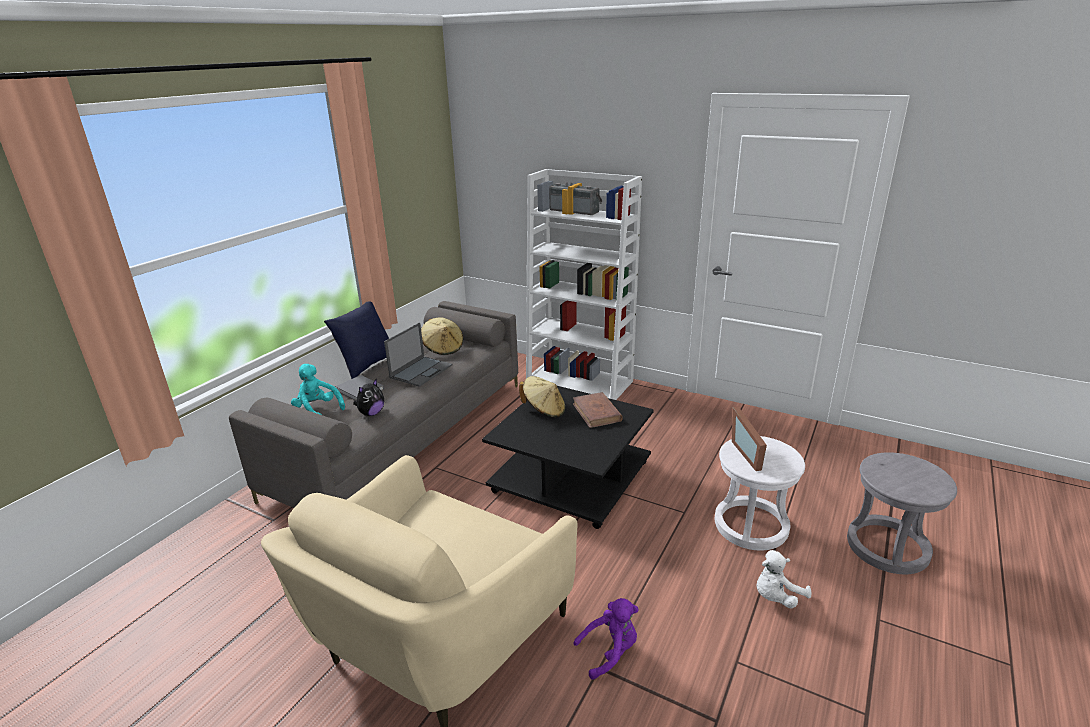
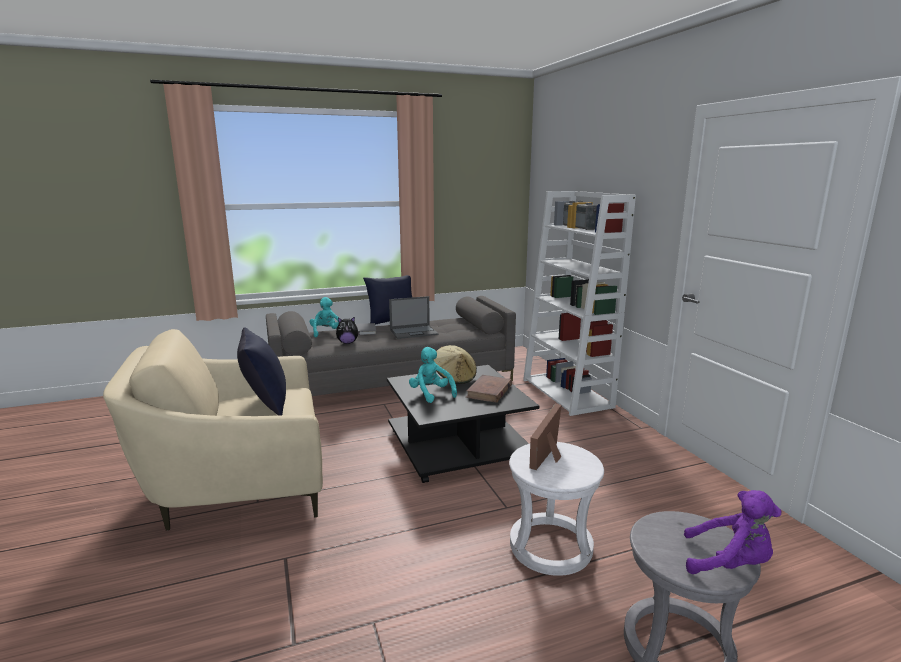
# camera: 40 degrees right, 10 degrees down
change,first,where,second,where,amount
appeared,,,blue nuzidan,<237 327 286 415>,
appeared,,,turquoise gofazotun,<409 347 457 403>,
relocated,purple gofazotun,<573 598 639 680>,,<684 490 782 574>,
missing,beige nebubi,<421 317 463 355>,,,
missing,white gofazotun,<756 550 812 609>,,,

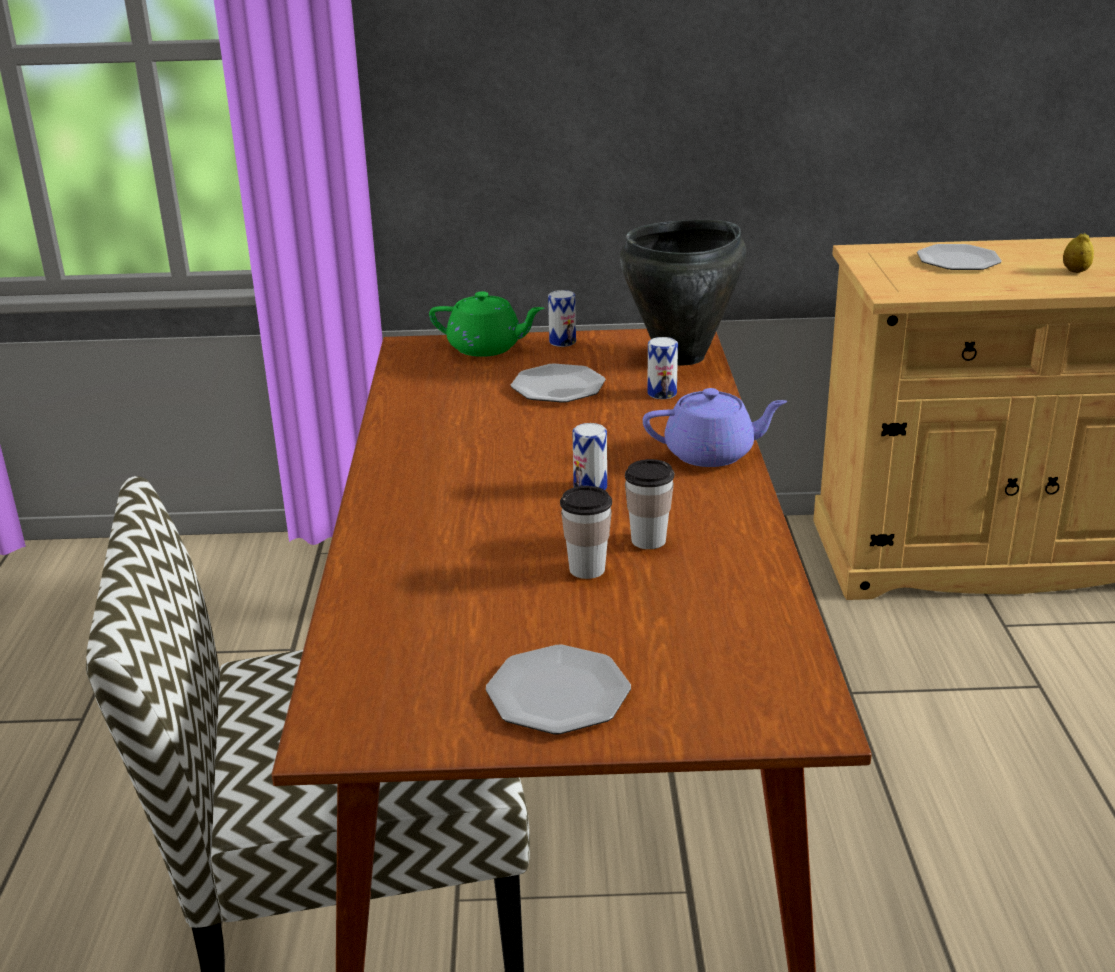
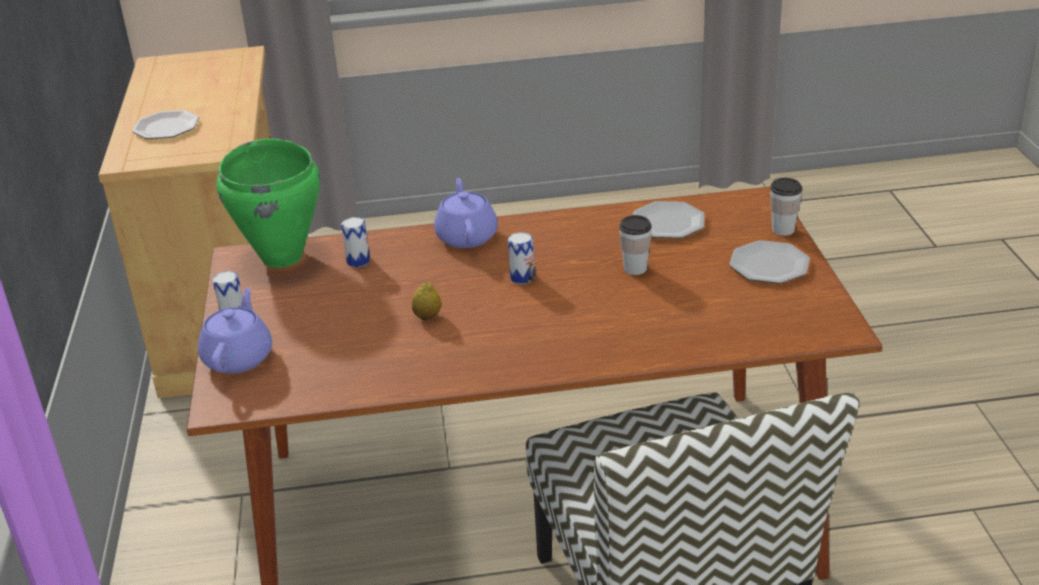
# camera: 95 degrees left, 5 degrees up
change,first,where,second,where,amount
colour,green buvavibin,<429 291 544 357>,purple buvavibin,<198 288 272 374>,
colour,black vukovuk,<620 220 746 365>,green vukovuk,<216 139 320 268>,
relocated,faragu,<1063 233 1094 273>,,<412 282 441 320>,
relocated,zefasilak,<511 363 605 403>,,<633 201 705 238>,
relocated,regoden,<625 459 674 549>,,<770 178 802 236>,

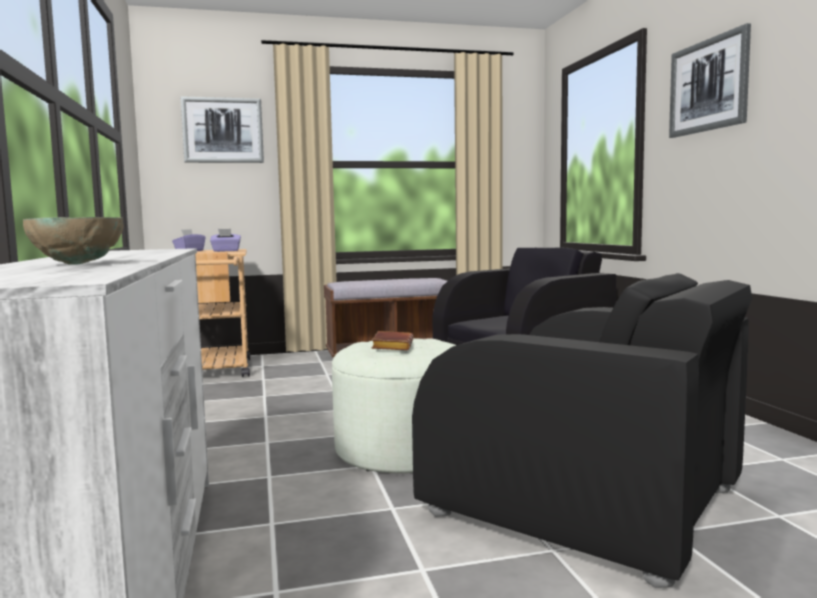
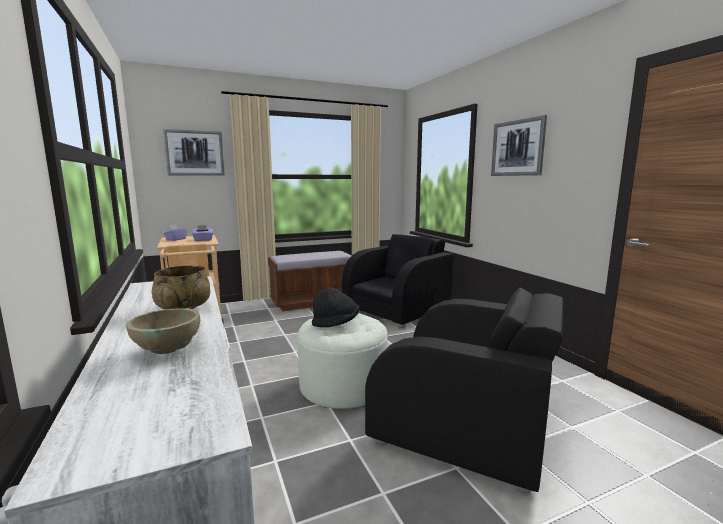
# camera: 10 degrees left, 5 degrees up
change,first,where,second,where,amount
appeared,,,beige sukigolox,<152 265 210 309>,
exchanged,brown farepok,<372 331 414 350>,black nebubi,<312 287 359 328>,

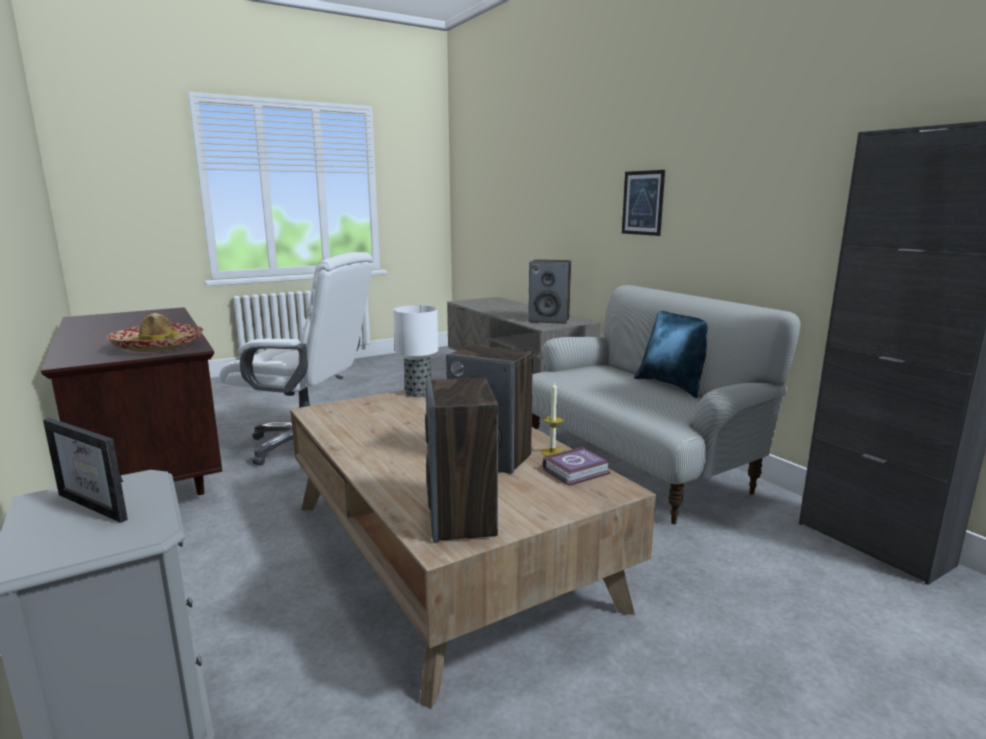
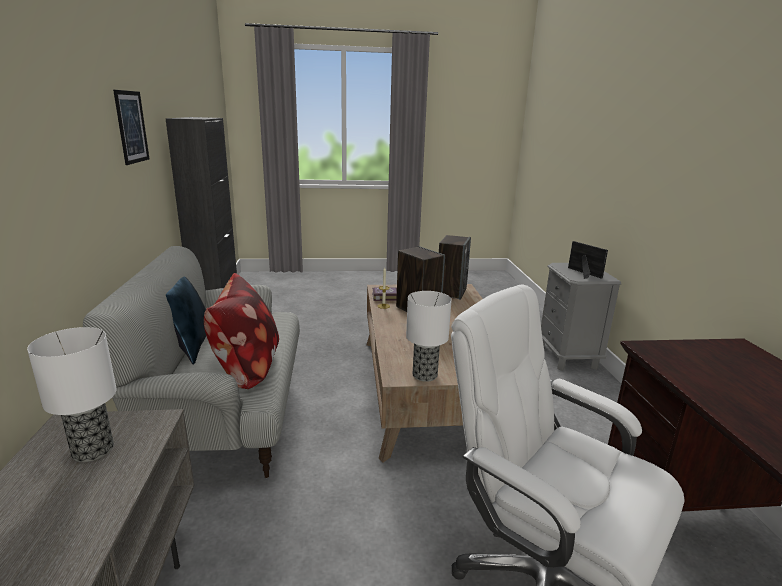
# camera: 155 degrees left, 5 degrees up
change,first,where,second,where,amount
exchanged,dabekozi,<528 259 571 324>,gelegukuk,<27 327 117 462>,
relocated,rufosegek,<622 170 665 236>,,<113 90 149 165>,
appeared,,,nuzidan,<204 273 279 389>,
missing,nebubi,<106 313 204 352>,,,

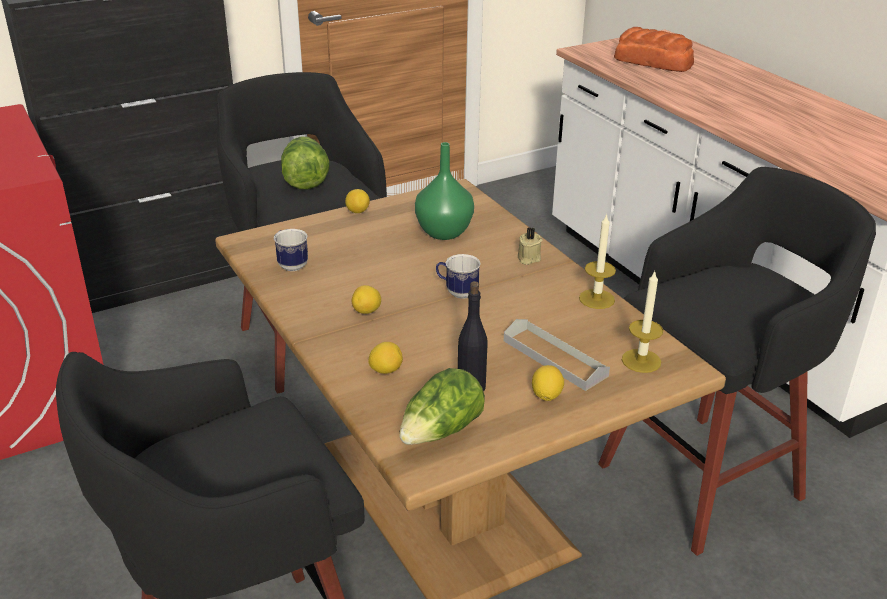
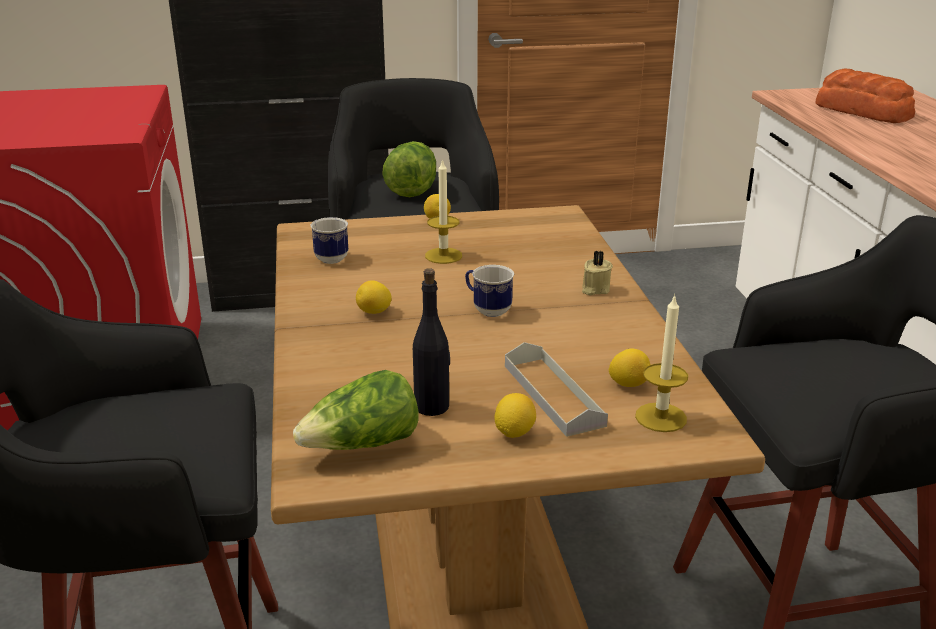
# camera: 20 degrees right, 5 degrees down
change,first,where,second,where,amount
relocated,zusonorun,<579 213 616 309>,,<425 159 462 264>,
relocated,faragu,<368 342 403 374>,,<609 349 651 387>,
missing,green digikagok,<415 142 474 240>,,,

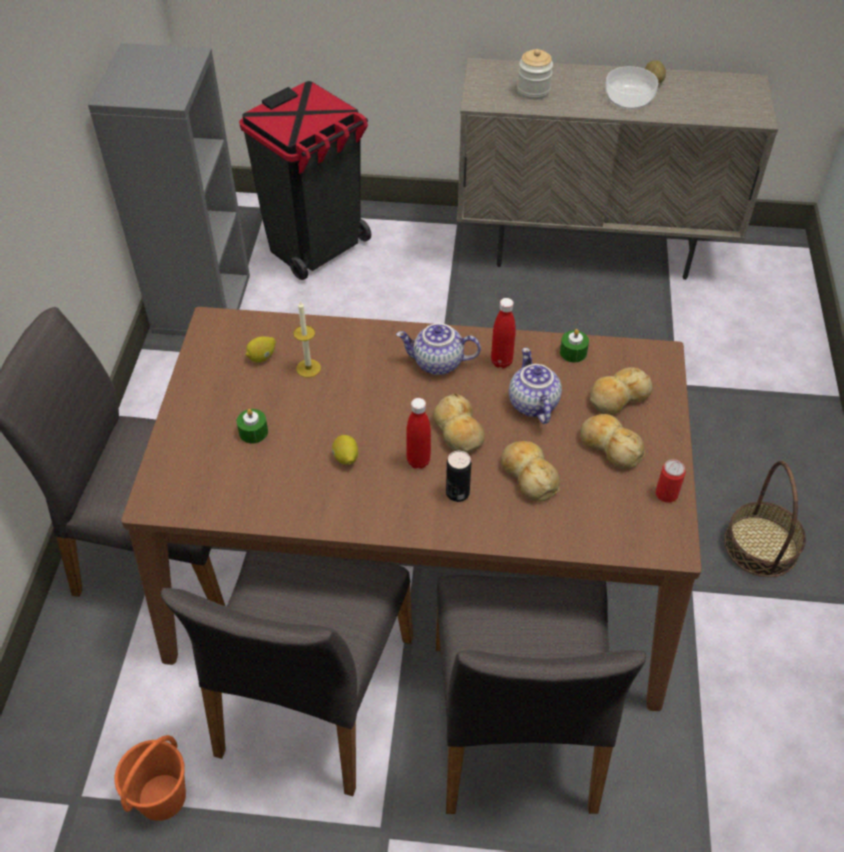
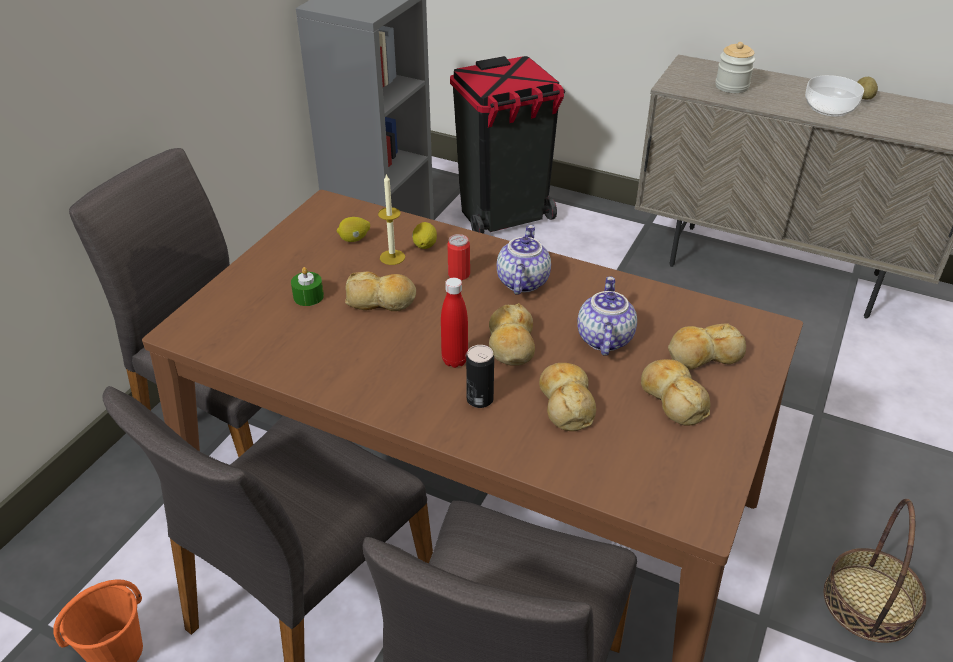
# camera: 20 degrees right, 10 degrees down
change,first,where,second,where,amount
appeared,,,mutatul,<345 272 416 311>,
relocated,faragu,<332 435 358 465>,,<412 222 437 249>,
relocated,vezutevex,<655 459 686 503>,,<447 234 470 280>,
spun,buvavibin,<396 323 481 375>,,<497 225 551 295>,75 degrees clockwise
missing,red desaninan,<491 298 516 368>,,,
missing,green zusonorun,<560 329 589 363>,,,

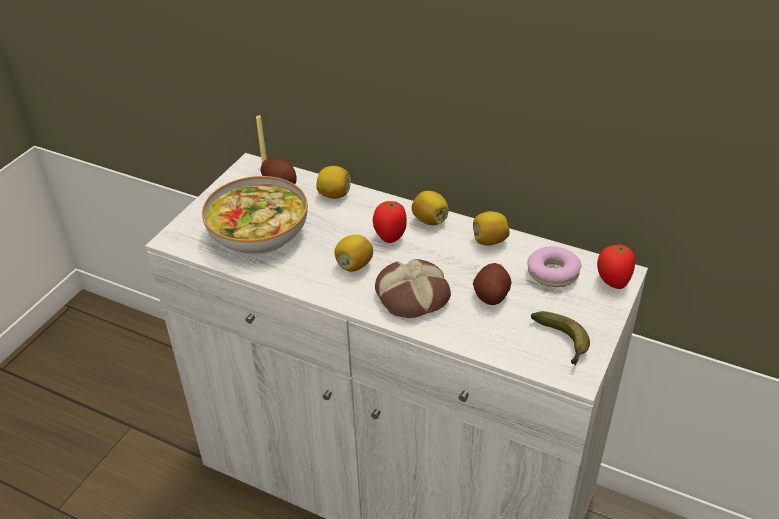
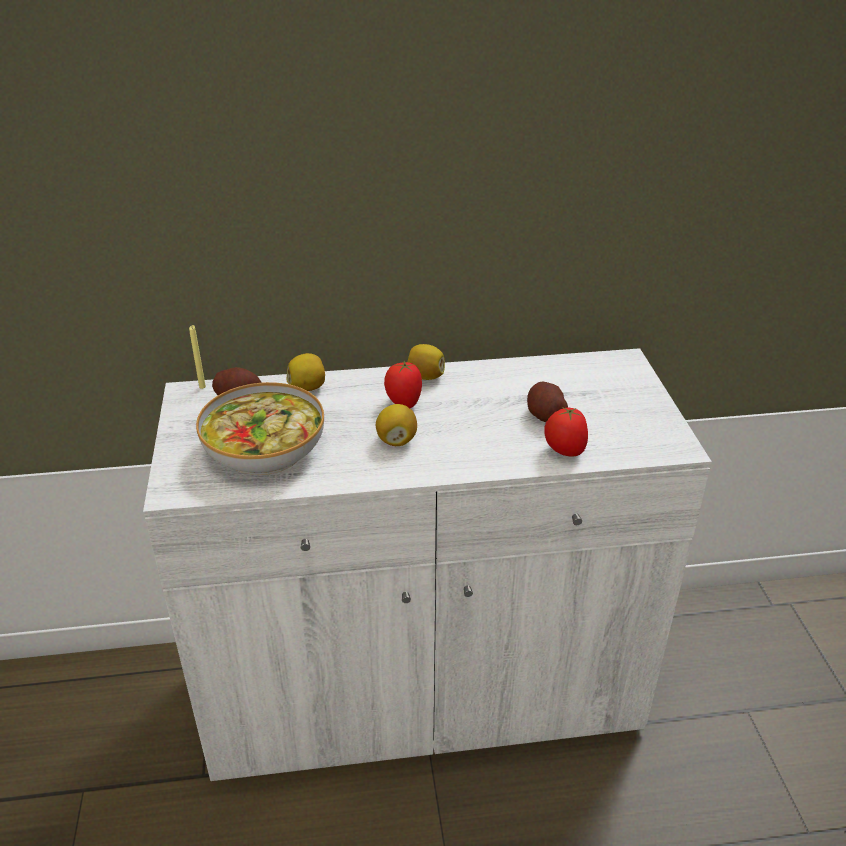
# camera: 35 degrees left, 5 degrees down
change,first,where,second,where,amount
relocated,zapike,<597 244 635 289>,,<545 407 588 457>,
missing,mutatul,<375 259 451 318>,,,
missing,faragu,<473 211 510 245>,,,
missing,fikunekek,<527 246 582 287>,,,
missing,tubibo,<531 311 590 365>,,,

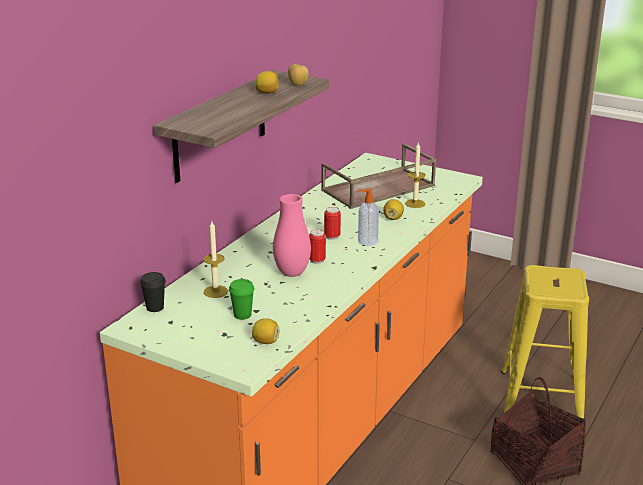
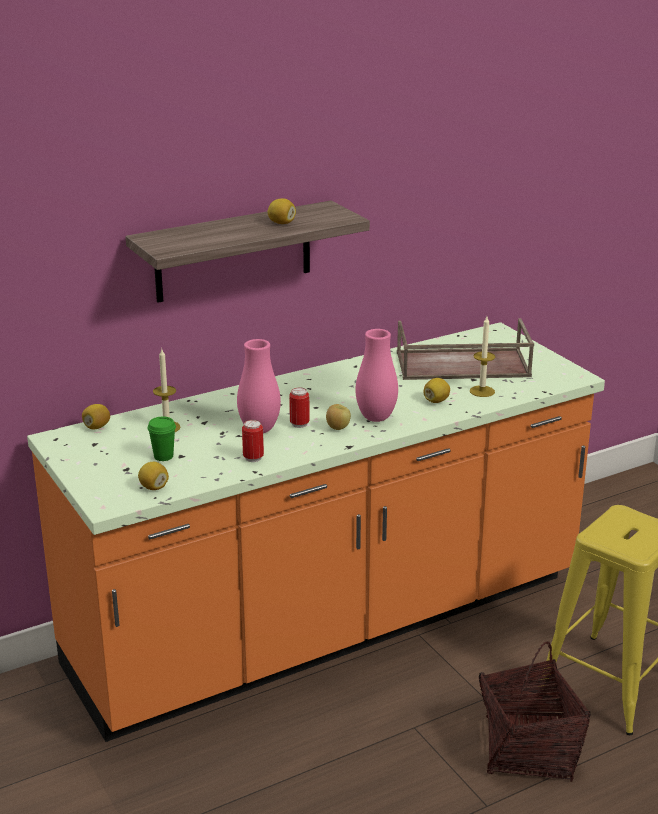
# camera: 30 degrees right, 0 degrees up
change,first,where,second,where,amount
exchanged,black regoden,<140 272 166 312>,faragu,<82 404 110 429>,
relocated,vezutevex,<324 207 341 240>,,<242 420 264 462>,
relocated,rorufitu,<288 64 309 86>,,<326 404 351 430>,
exchanged,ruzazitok,<357 189 379 246>,pink digikagok,<355 329 398 422>,

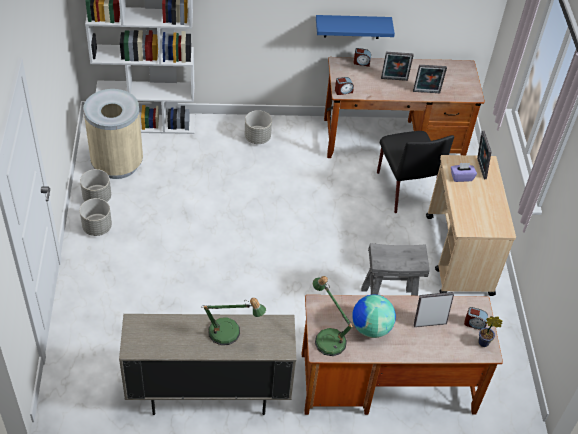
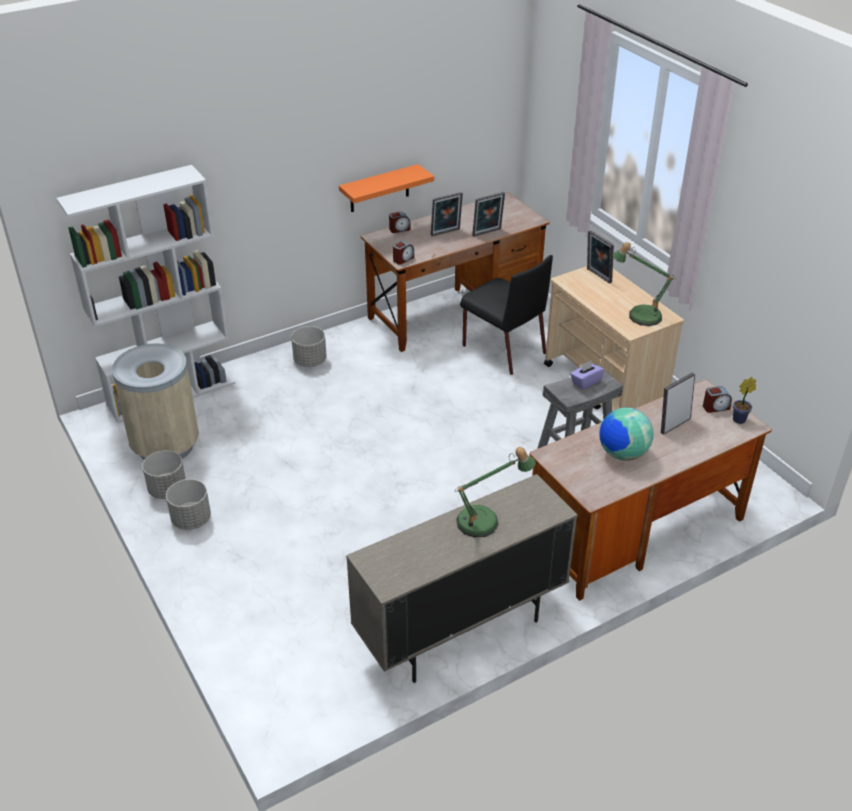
# camera: 25 degrees left, 10 degrees down
change,first,where,second,where,amount
colour,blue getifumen,<316 15 395 39>,orange getifumen,<339 164 434 212>,
relocated,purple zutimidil,<451 163 477 182>,,<570 361 604 390>,
relocated,gelegukuk,<313 276 354 356>,,<613 242 676 326>,

